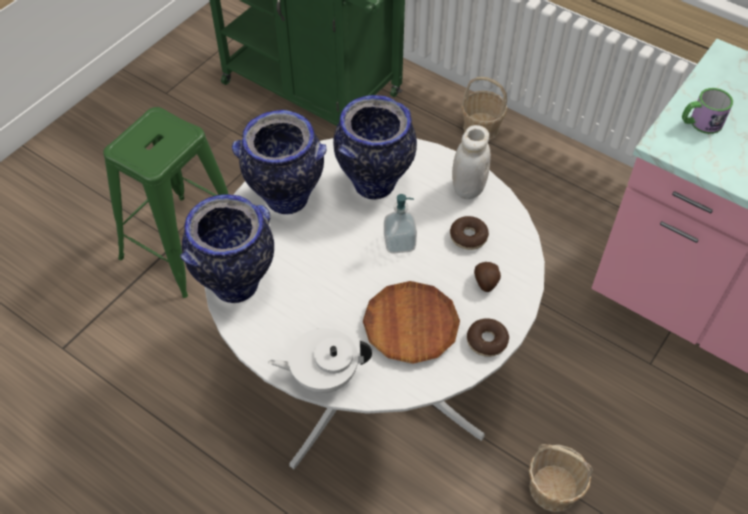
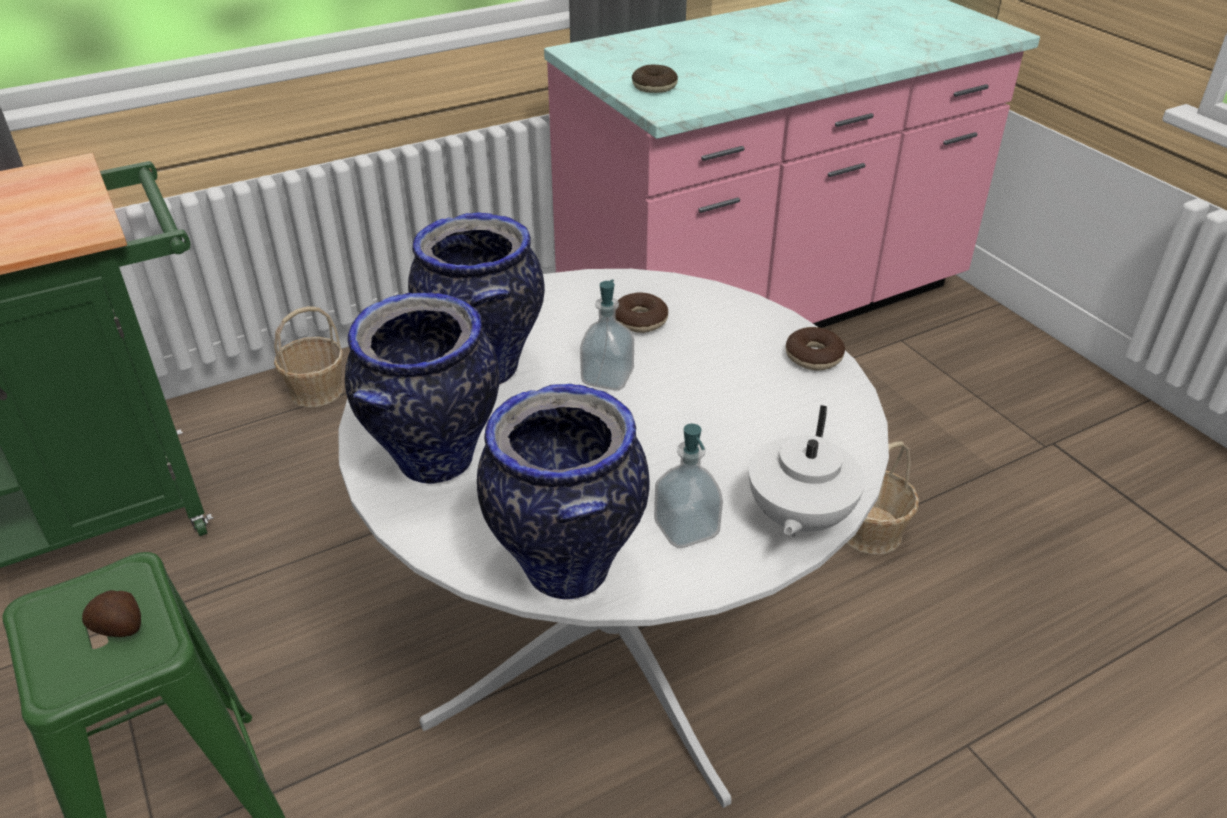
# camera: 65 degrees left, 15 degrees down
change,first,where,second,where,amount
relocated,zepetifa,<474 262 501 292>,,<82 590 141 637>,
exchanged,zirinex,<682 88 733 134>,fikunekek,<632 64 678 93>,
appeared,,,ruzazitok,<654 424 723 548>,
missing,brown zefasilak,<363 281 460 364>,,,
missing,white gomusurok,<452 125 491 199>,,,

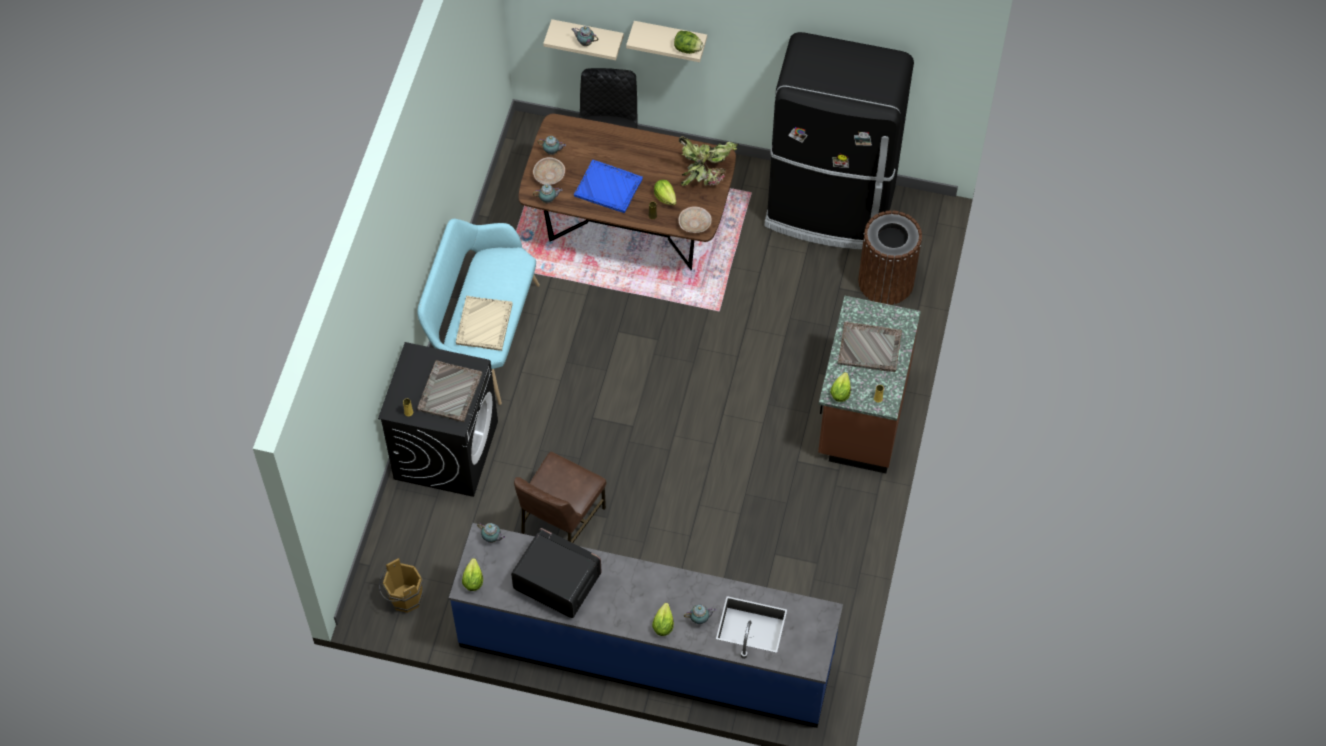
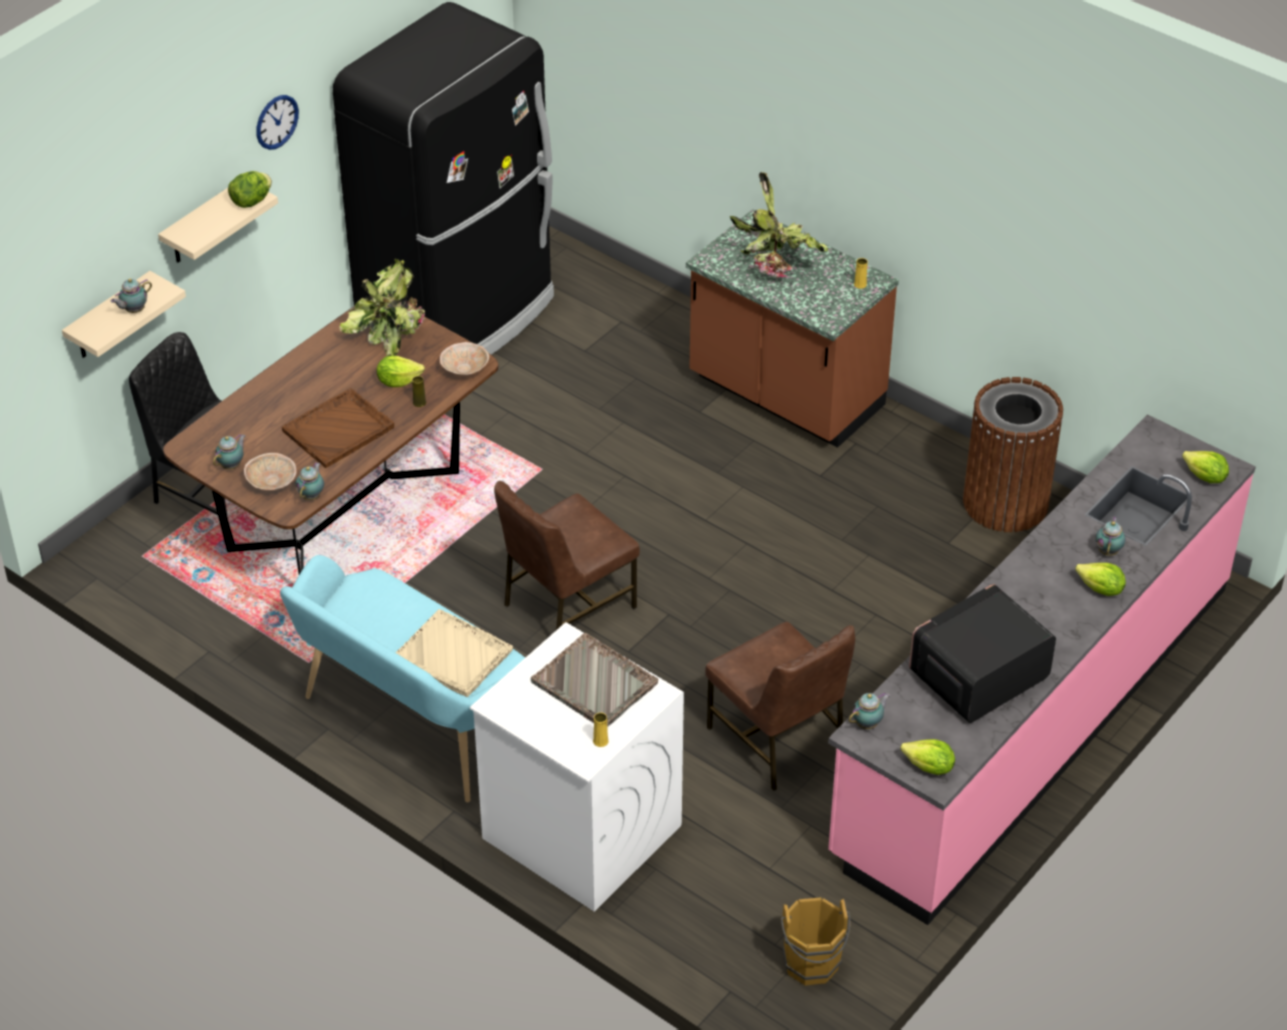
# camera: 65 degrees left, 15 degrees down
change,first,where,second,where,amount
appeared,,,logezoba,<256 95 299 150>,
colour,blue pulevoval,<574 160 643 213>,brown pulevoval,<282 388 394 468>,
colour,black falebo,<378 342 498 497>,white falebo,<470 622 684 912>,
appeared,,,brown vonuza,<494 481 640 630>,
exchanged,grey pulevoval,<838 322 902 372>,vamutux,<730 172 828 278>,
colour,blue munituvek,<449 523 843 728>,pink munituvek,<828 414 1256 925>,
relocated,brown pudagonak,<858 210 922 305>,,<963 377 1063 532>,
relocated,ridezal,<830 372 851 402>,,<1182 451 1229 483>,

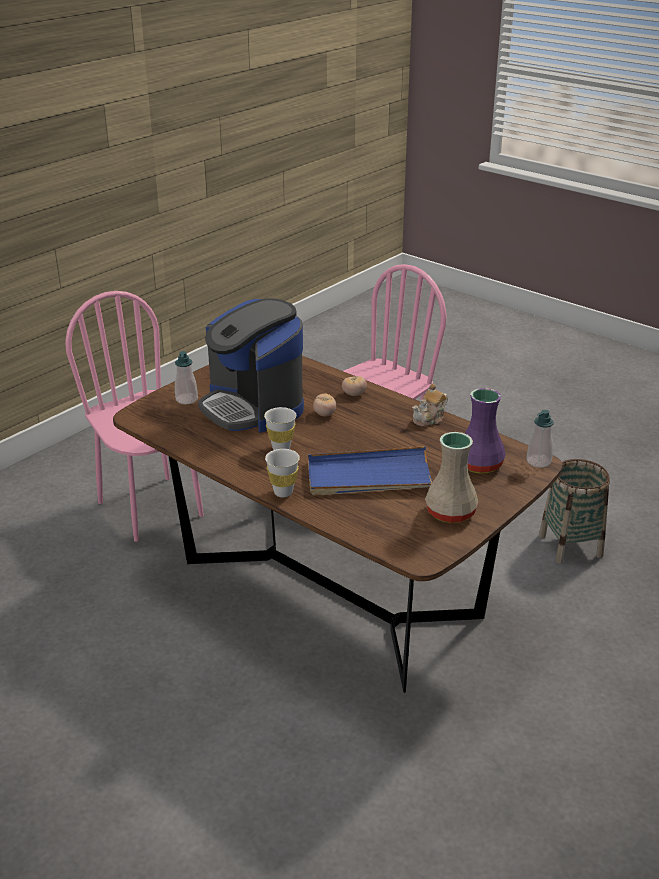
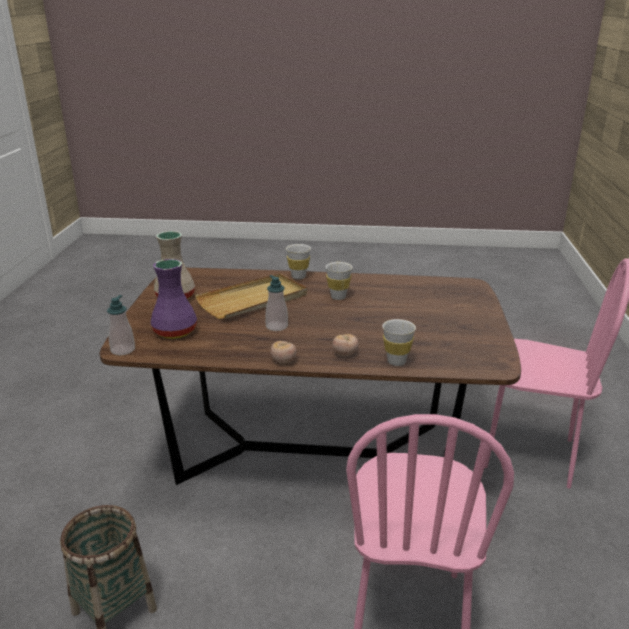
# camera: 145 degrees right, 5 degrees down
change,first,where,second,where,amount
colour,blue pulevoval,<308 446 432 496>,beige pulevoval,<195 273 307 319>,
relocated,ruzazitok,<175 351 198 404>,,<265 275 288 331>,
relocated,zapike,<313 393 336 417>,,<271 341 297 363>,
appeared,,,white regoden,<382 319 416 366>,
missing,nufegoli,<198 298 304 433>,,,
missing,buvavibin,<412 384 448 427>,,,

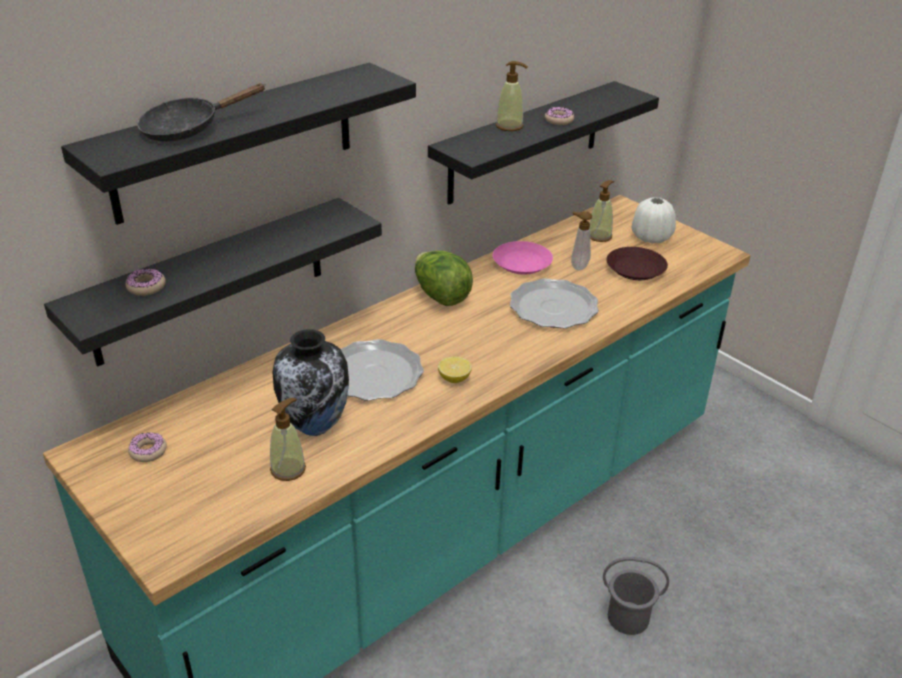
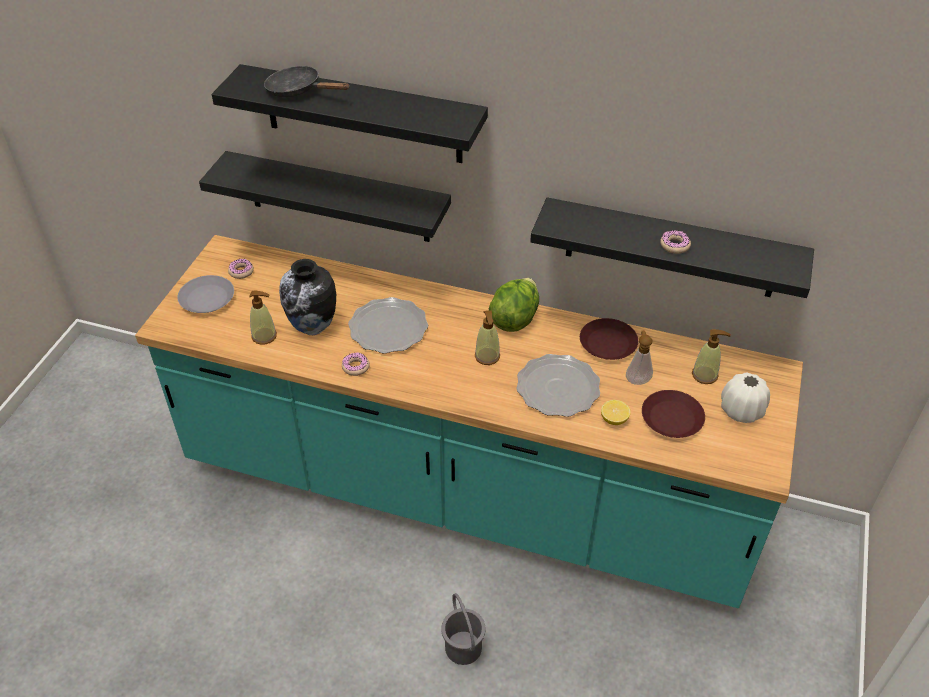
# camera: 60 degrees right, 10 degrees up
change,first,where,second,where,amount
appeared,,,grey zefasilak,<177 275 234 313>,
relocated,fikunekek,<125 268 166 296>,,<342 352 370 376>,
relocated,ruzazitok,<496 61 528 131>,,<475 310 500 365>,
colour,pink zefasilak,<493 241 553 275>,brown zefasilak,<580 318 638 360>,
relocated,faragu,<438 356 472 383>,,<601 400 631 425>,

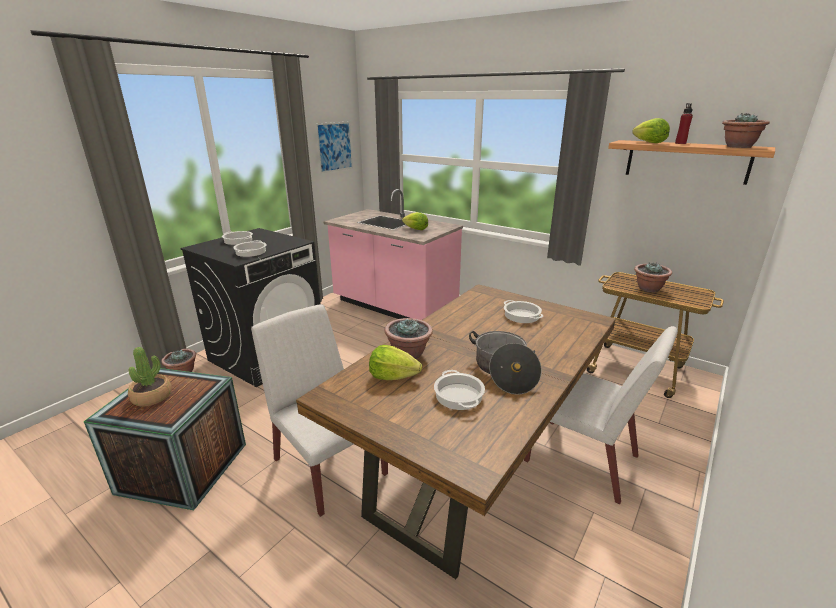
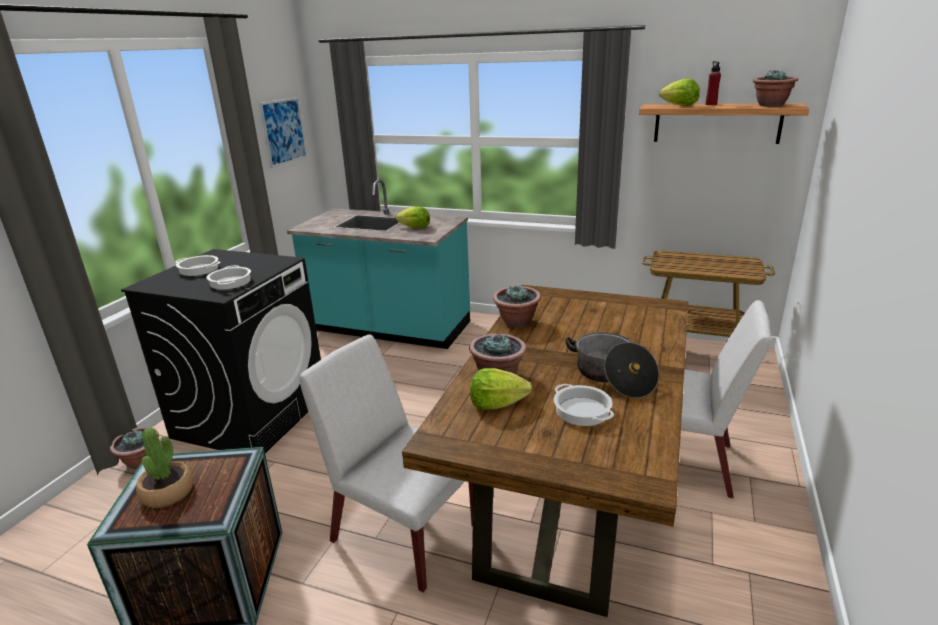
# camera: 15 degrees left, 0 degrees up
change,first,where,second,where,amount
colour,pink munituvek,<323 189 463 320>,turquoise munituvek,<287 179 470 349>,
relocated,vamutux,<634 263 672 292>,,<493 286 541 328>,
missing,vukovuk,<503 300 543 323>,,,

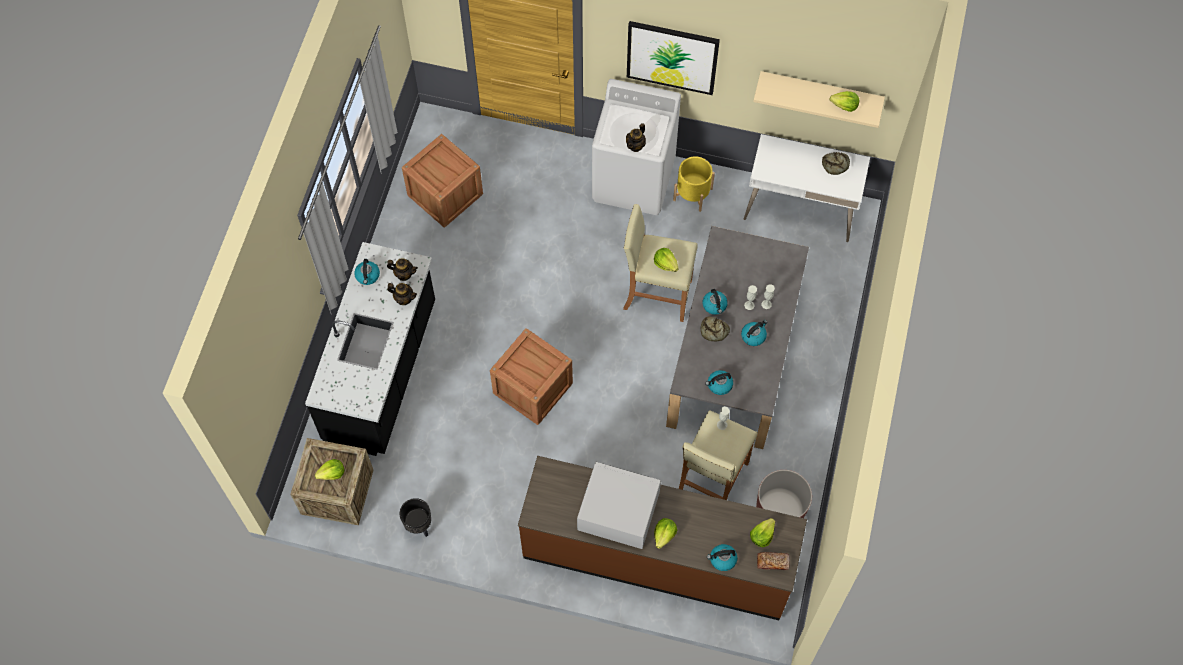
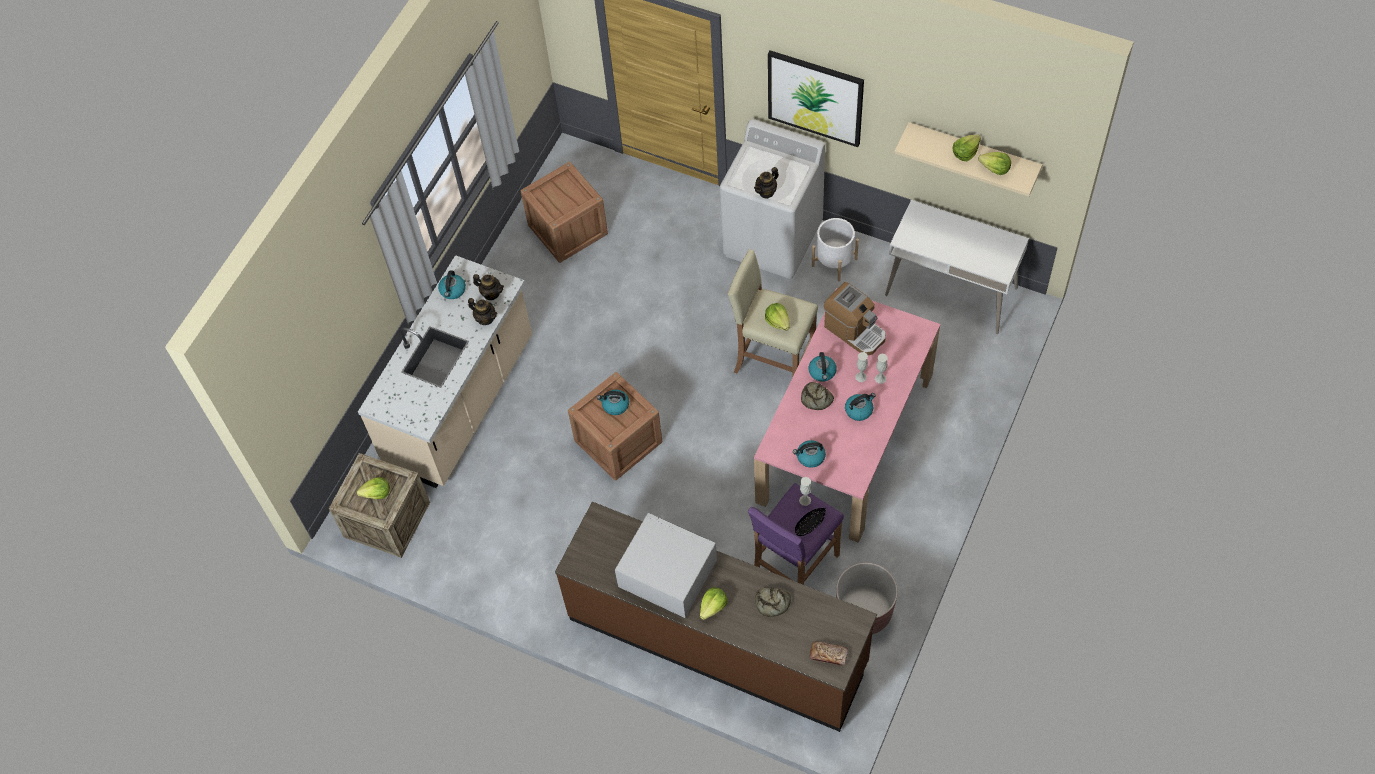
# camera: 15 degrees right, 5 degrees down
change,first,where,second,where,amount
colour,black munituvek,<305 242 435 456>,beige munituvek,<358 255 532 488>,
relocated,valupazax,<707 544 737 571>,,<597 390 629 415>,
colour,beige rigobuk,<679 410 757 500>,purple rigobuk,<748 483 844 585>,
colour,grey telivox,<666 226 809 449>,pink telivox,<754 288 940 543>,
relocated,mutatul,<822 152 850 175>,,<755 587 791 617>,
appeared,,,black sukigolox,<795 508 826 536>,
colour,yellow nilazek,<673 156 715 212>,white nilazek,<812 218 859 281>,
appeared,,,nufegoli,<824 282 886 355>,
relocated,ridezal,<750 518 775 547>,,<952 135 981 161>,
missing,black nilazek,<400 498 431 537>,,,

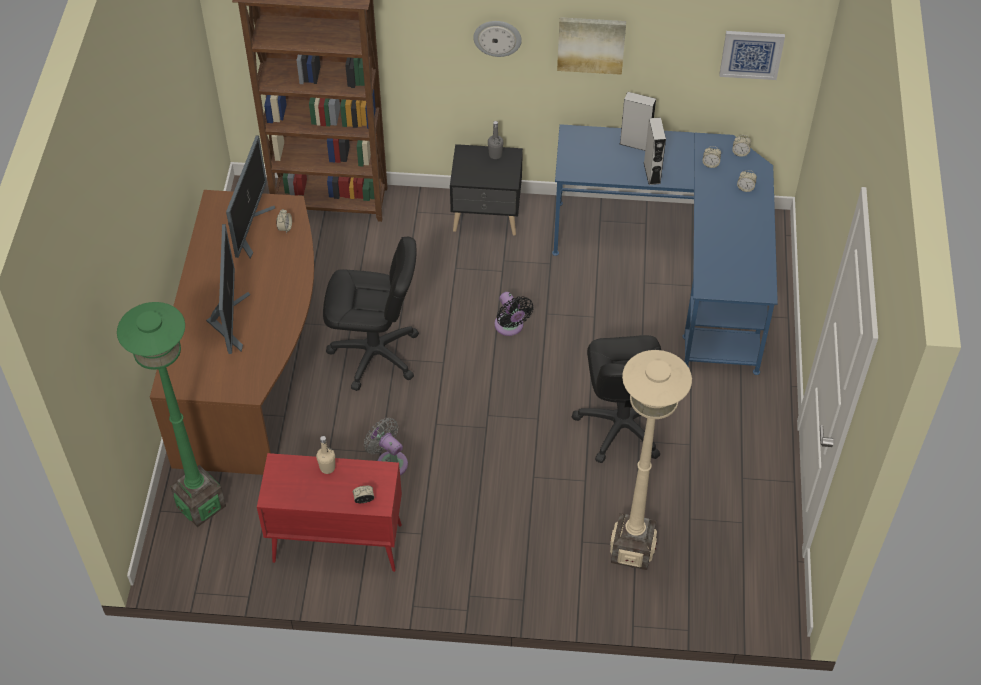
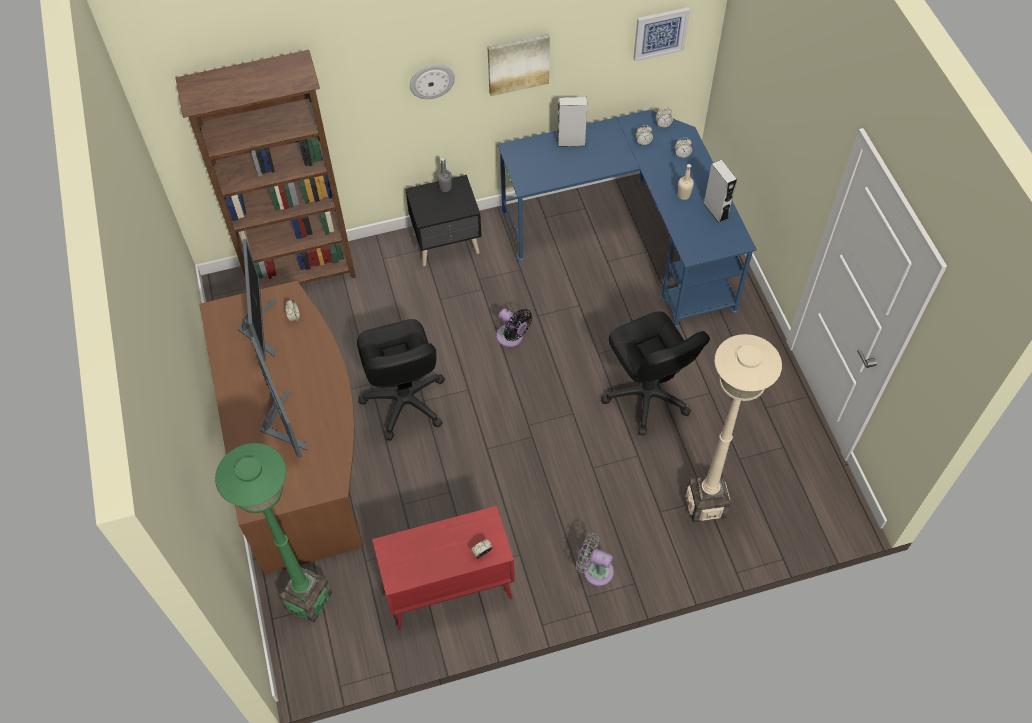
# camera: 20 degrees left, 5 degrees up
change,first,where,second,where,amount
spun,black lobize,<323 237 419 391>,,<357 319 445 441>,90 degrees clockwise
relocated,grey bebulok,<364 418 408 475>,,<576 533 614 586>,
relocated,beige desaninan,<316 436 335 474>,,<678 164 694 200>,
relocated,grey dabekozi,<644 117 666 185>,,<703 160 737 223>,

